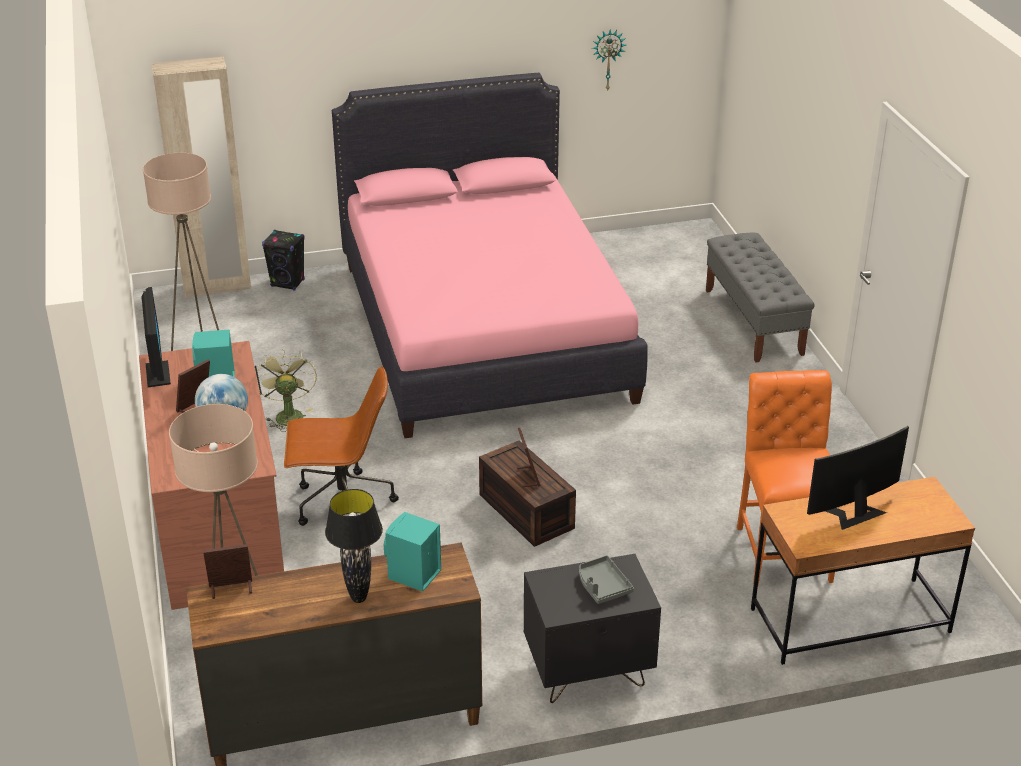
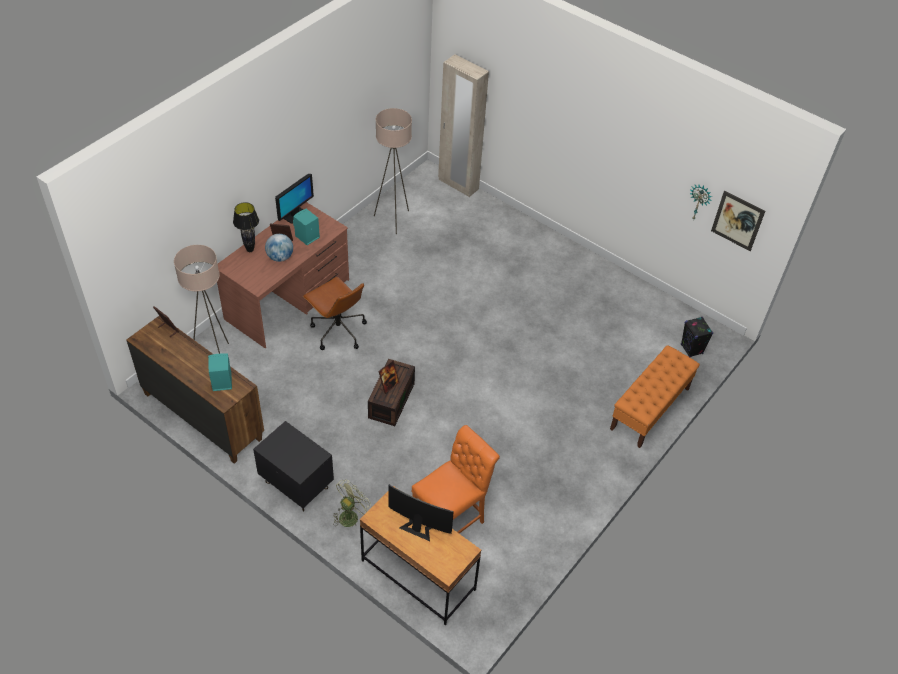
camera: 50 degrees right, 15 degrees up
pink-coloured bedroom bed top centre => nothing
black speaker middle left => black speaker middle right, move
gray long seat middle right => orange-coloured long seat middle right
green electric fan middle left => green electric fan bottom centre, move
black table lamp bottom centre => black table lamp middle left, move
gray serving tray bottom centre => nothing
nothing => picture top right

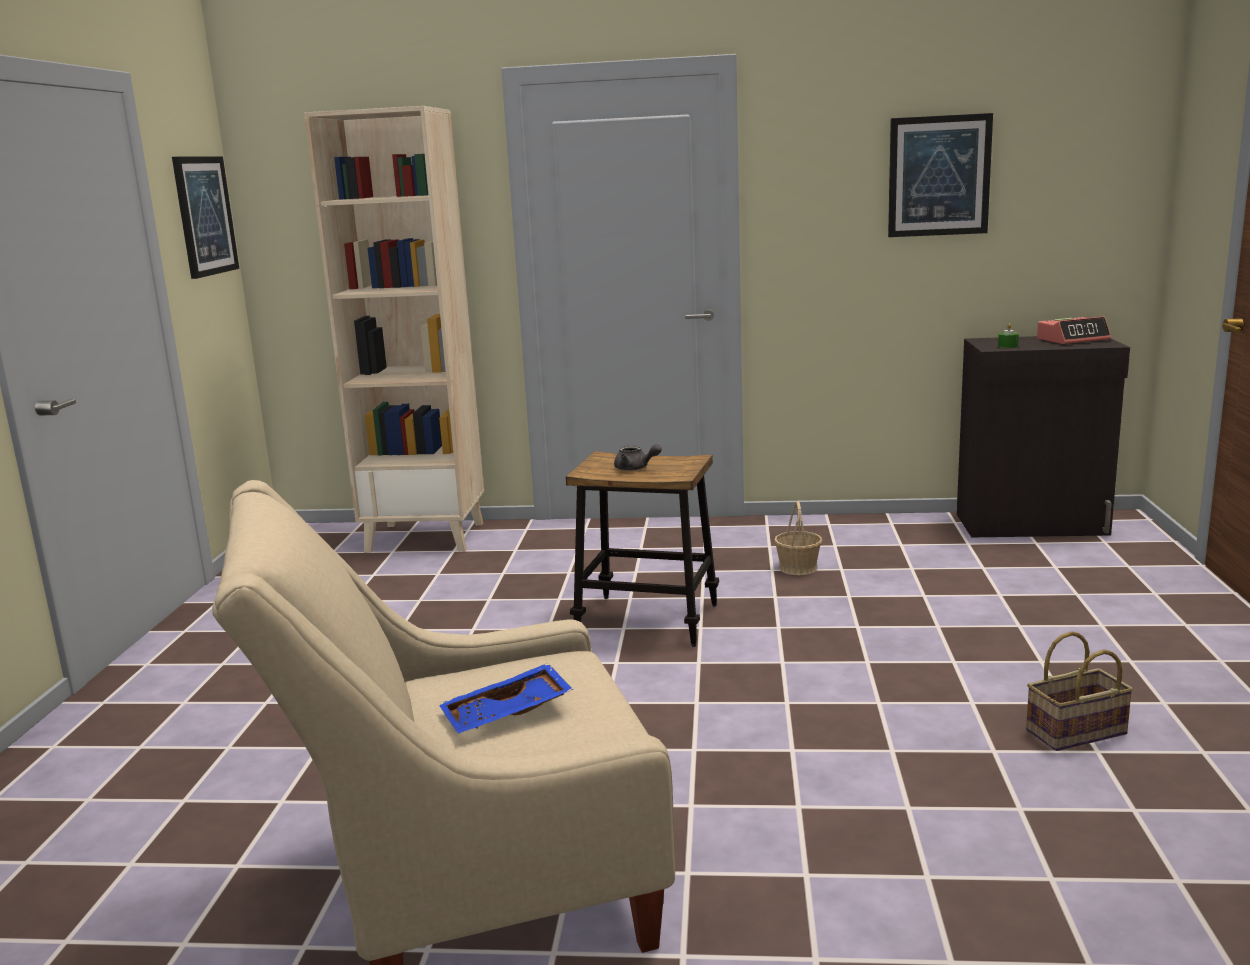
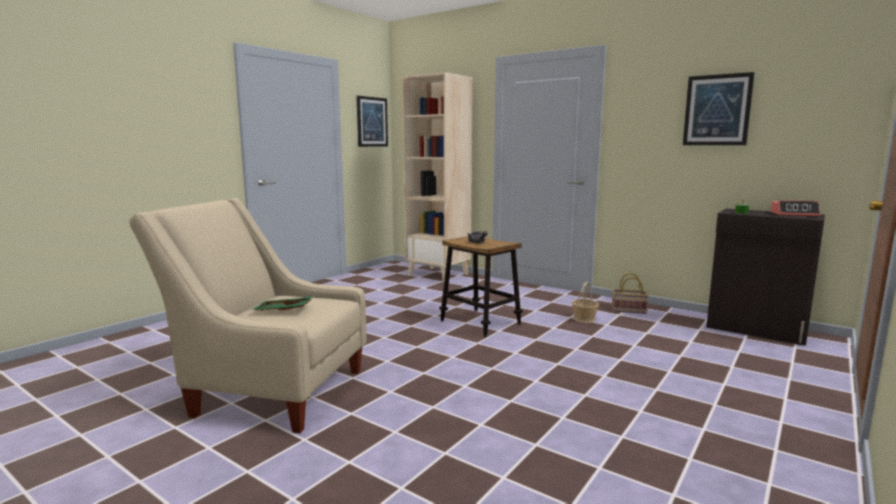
camera: 30 degrees right, 5 degrees down
household basket (2nd from left) bottom right => household basket (2nd from left) middle right, move
blue serving tray bottom centre => green serving tray middle left

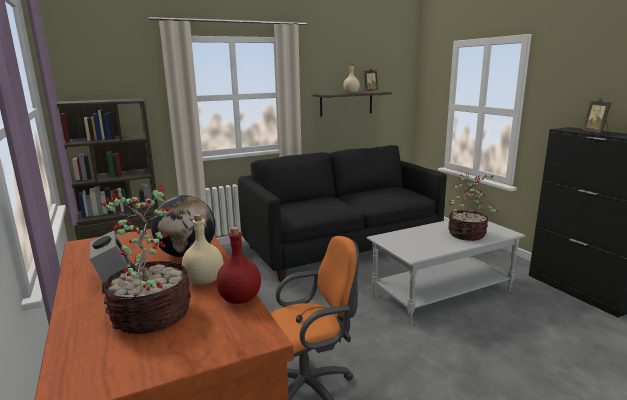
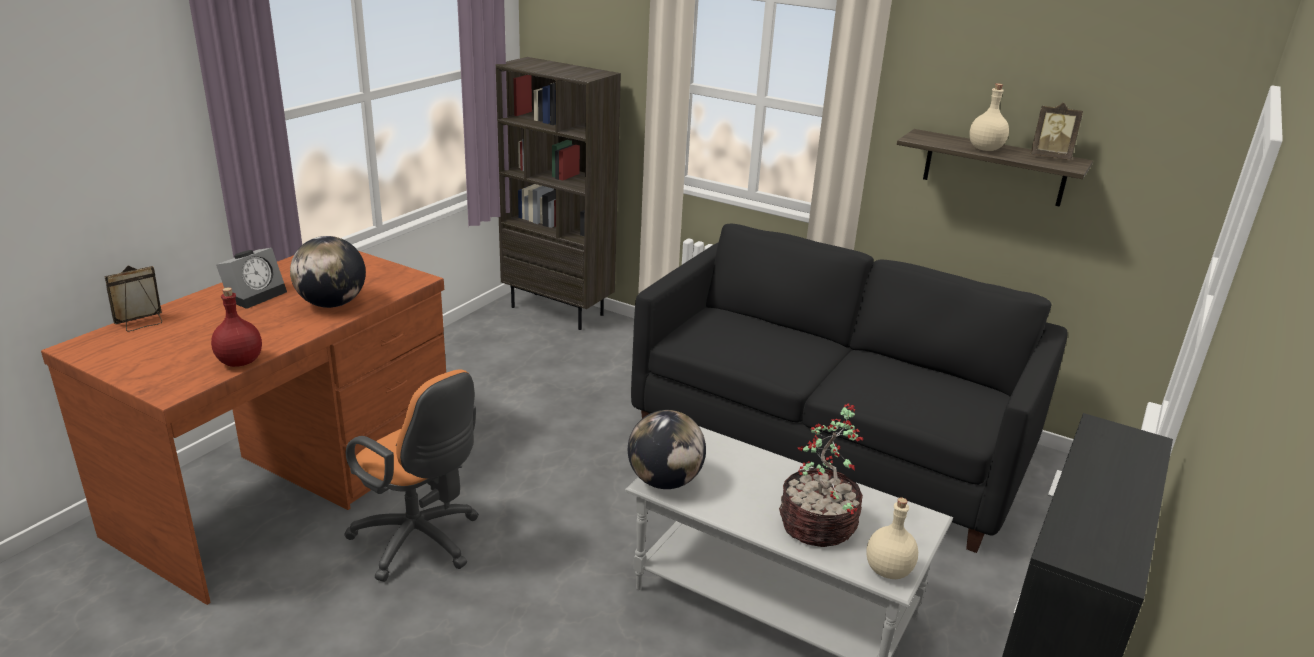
camera: 55 degrees right, 10 degrees up
picture frame (2nd from left in the first image) top right => picture frame (1st from left) middle left, move
houseplant (1st from left) middle left => nothing
beige-coloured bottle (1st from left) middle left => beige-coloured bottle (1st from left) bottom right, move
nothing => desk globe (2nd from left) bottom centre

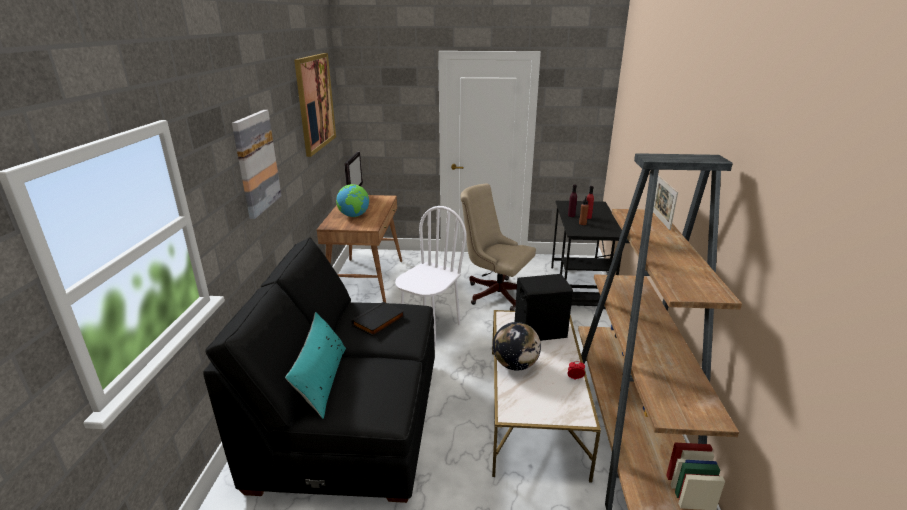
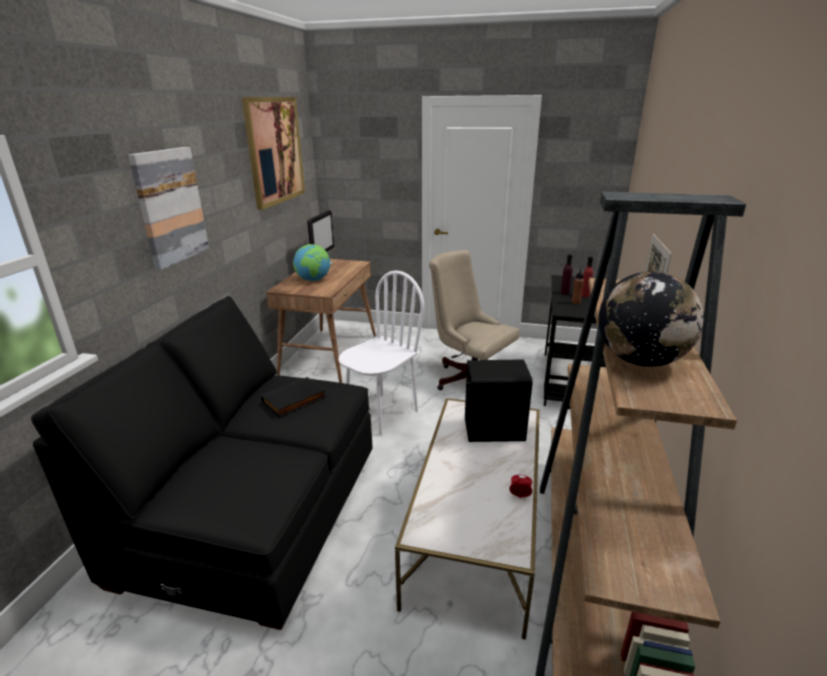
camera: 10 degrees right, 0 degrees up
turquoise pillow bottom centre => nothing
desk globe (2nd from left) bottom centre => desk globe (2nd from left) middle right, move

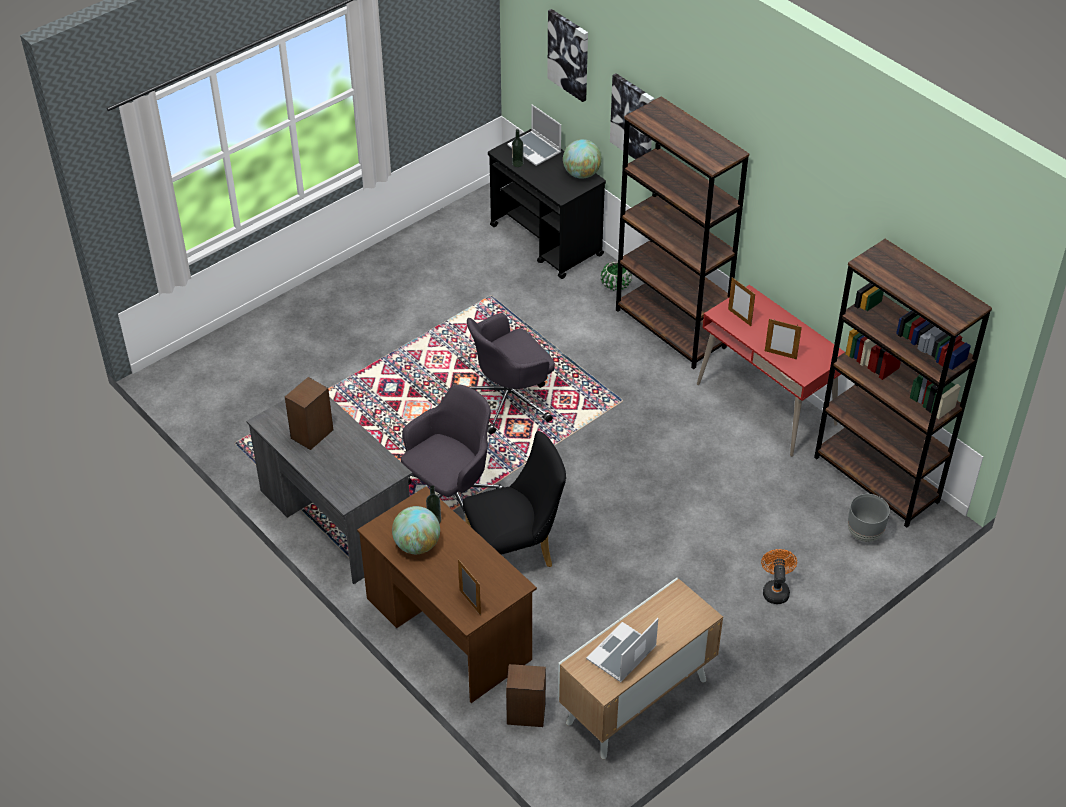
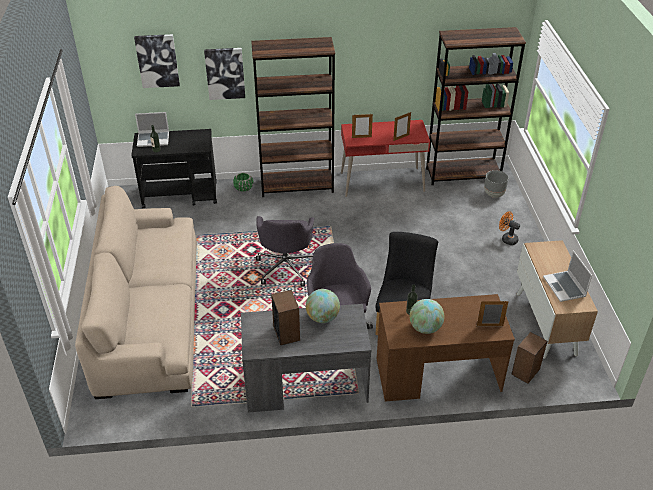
camera: 55 degrees left, 5 degrees down
desk globe (2nd from left in the first image) top centre => desk globe (1st from left) centre, move
nothing => beige-coloured settee middle left

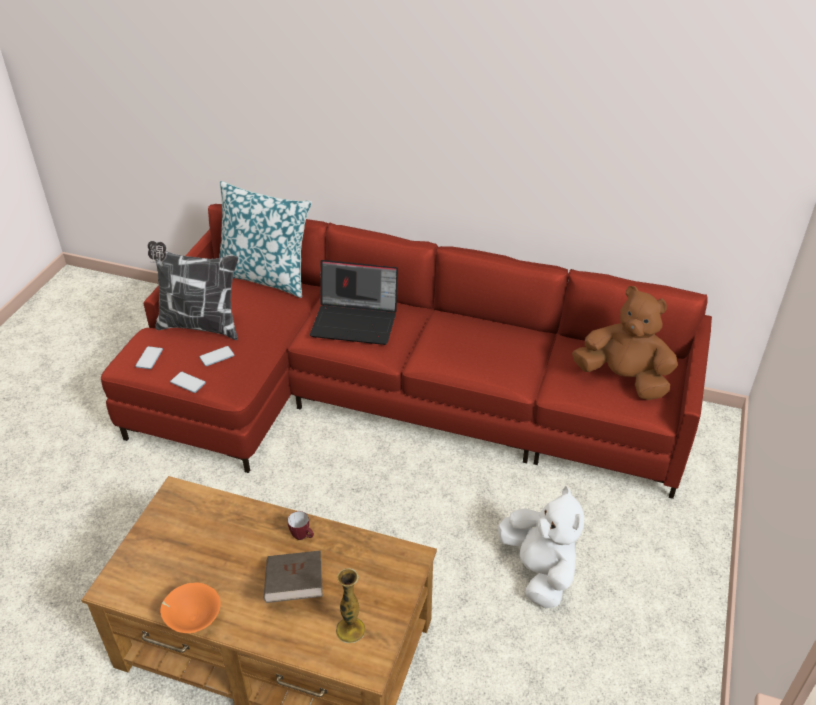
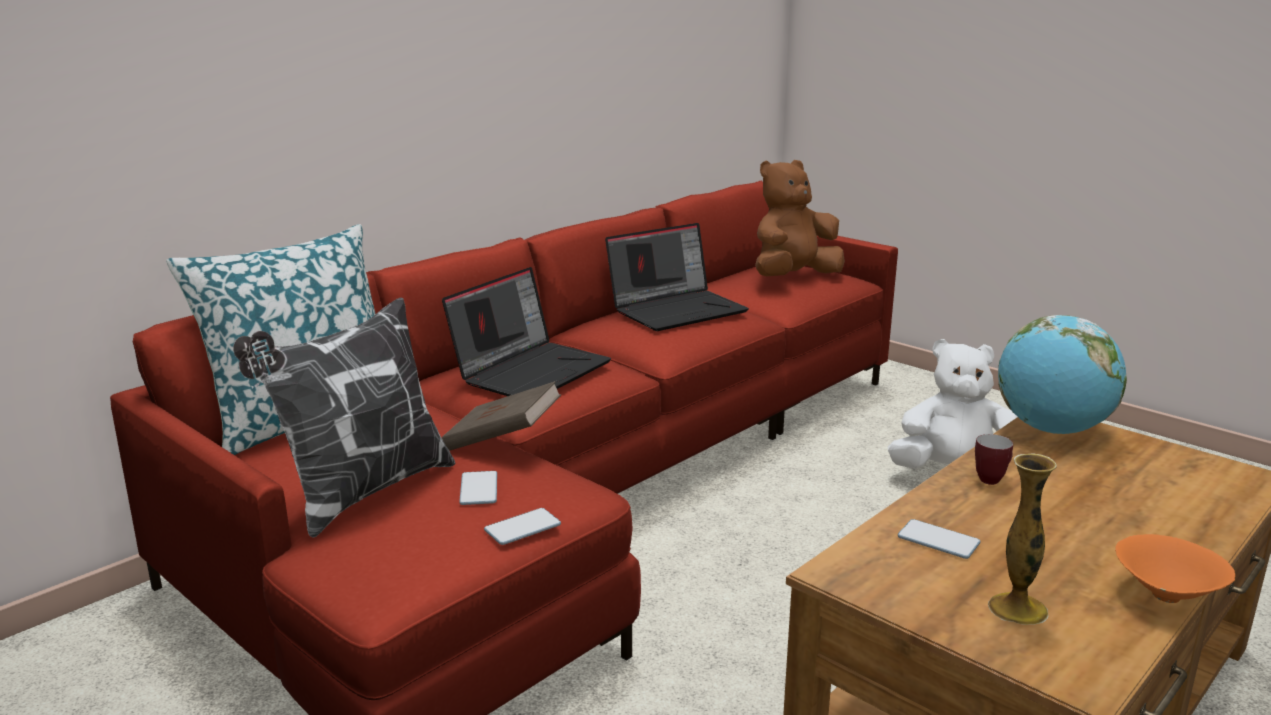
camera: 65 degrees left, 20 degrees down
phone (1st from left in the first image) middle left => phone (3rd from left) bottom right, move
brownish volume bottom centre => brownish volume centre, move
decorative vase bottom centre => decorative vase bottom right, move
nothing => laptop (2nd from left) centre
nothing => desk globe middle right

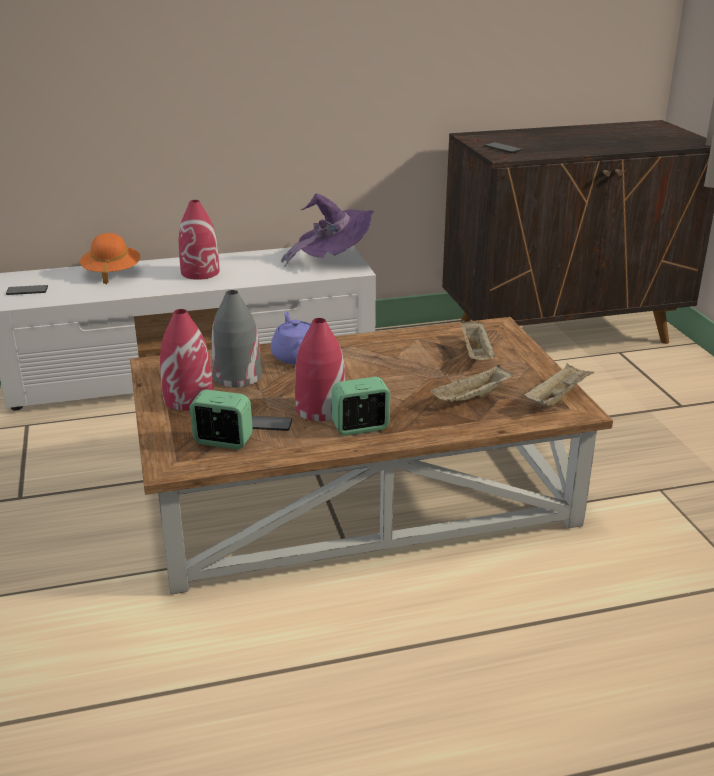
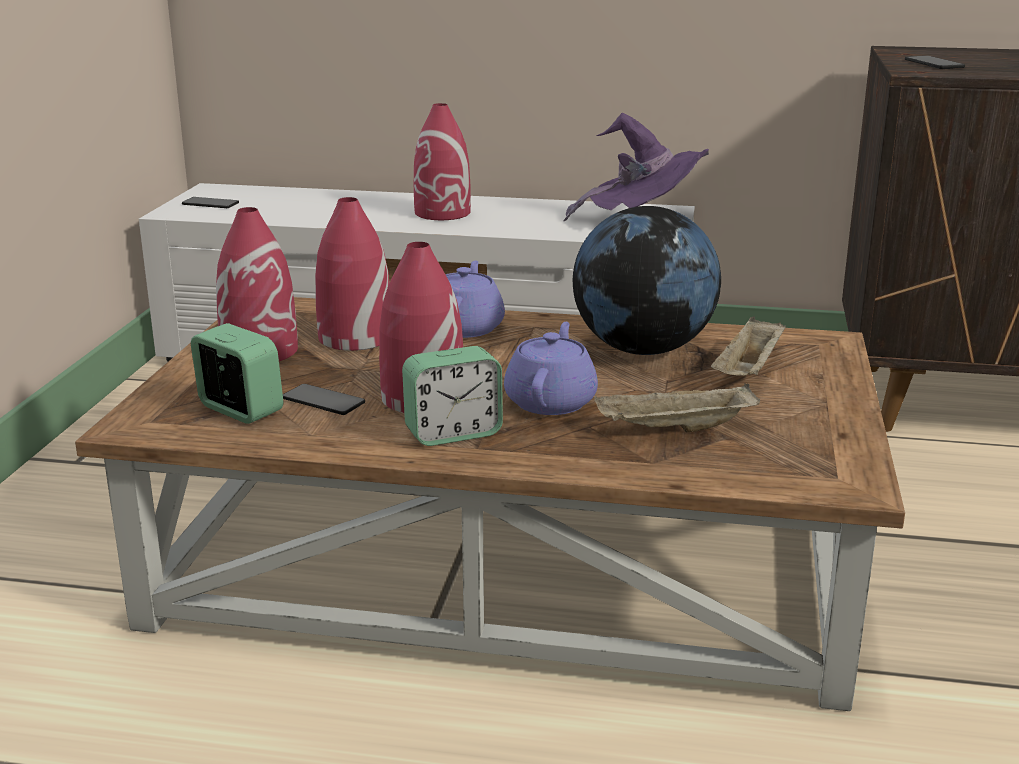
camera: 25 degrees right, 5 degrees down
orange-coloured hat top left => nothing
gray decorative vase middle left => red-coloured decorative vase (2nd from left) centre
beige-coloured serving tray (3rd from left) middle right => nothing
table clock (2nd from left) centre, 150 degrees clockwise
nothing => desk globe centre
nothing => purple pot for tea (2nd from left) centre

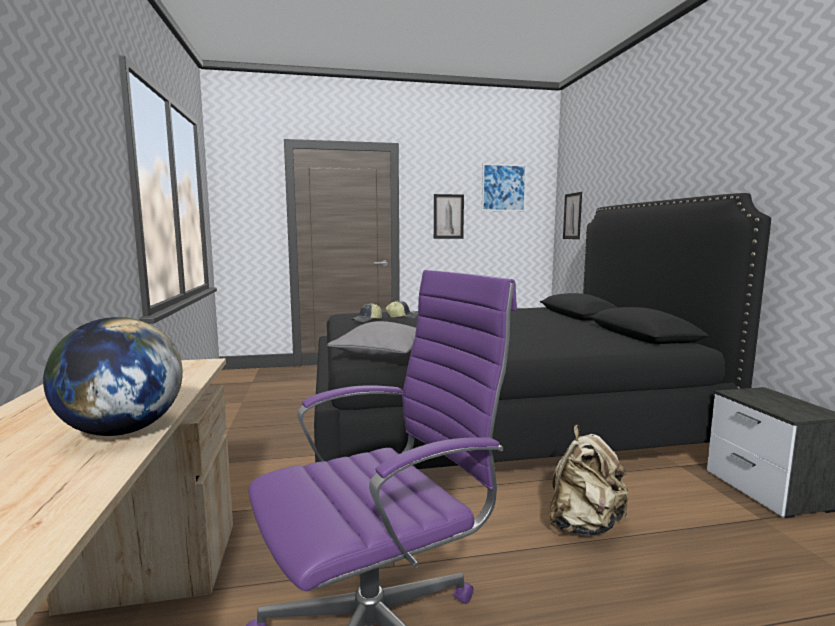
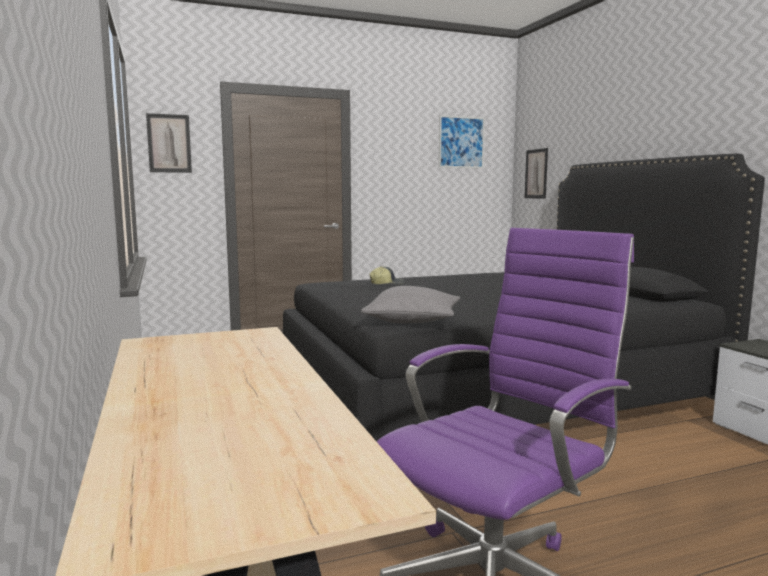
camera: 10 degrees left, 0 degrees up
picture (1st from left) centre => picture (1st from left) top left, move
baseball cap (1st from left) centre => nothing
desk globe middle left => nothing
beige-coloured rucksack bottom right => nothing

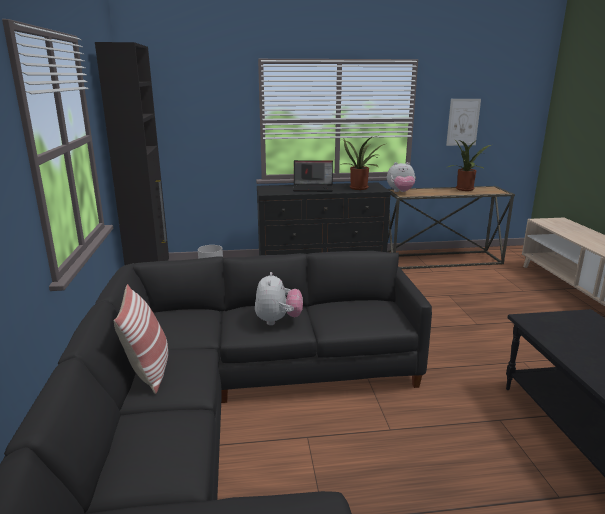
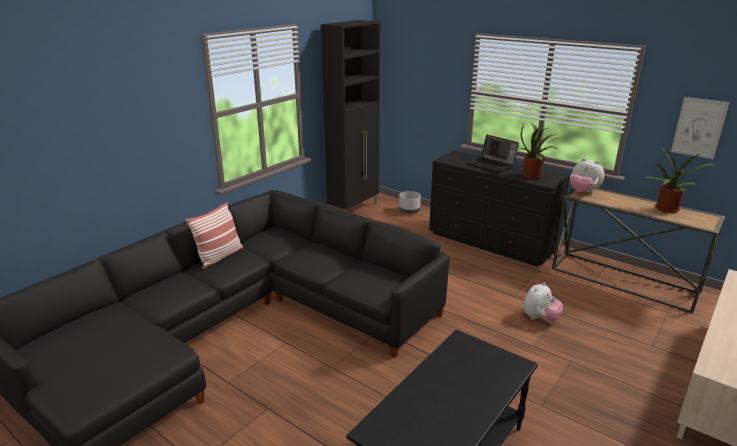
camera: 45 degrees right, 5 degrees up
plush toy (1st from left) centre => plush toy (1st from left) bottom right, move

